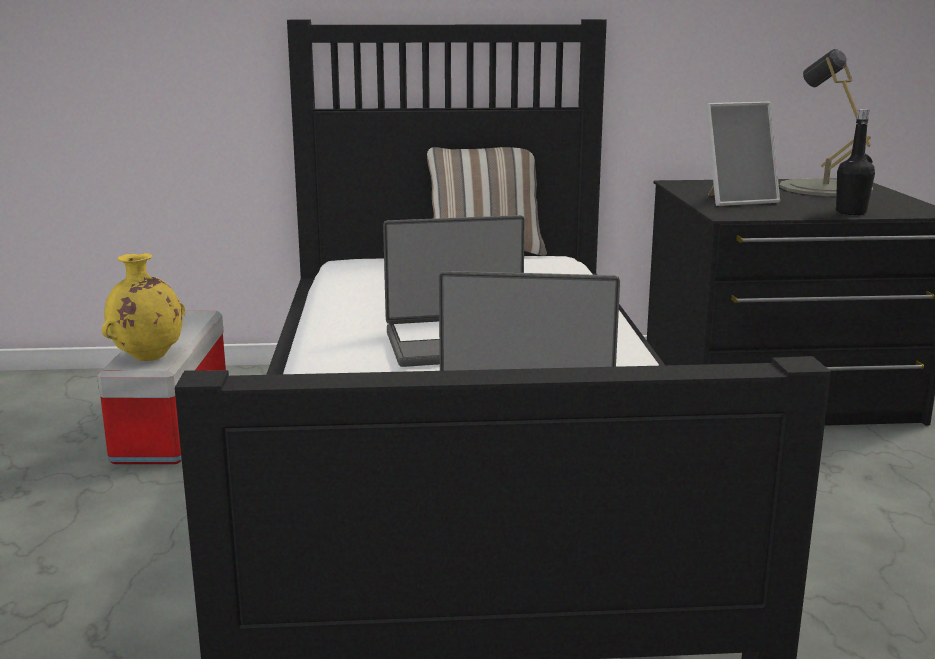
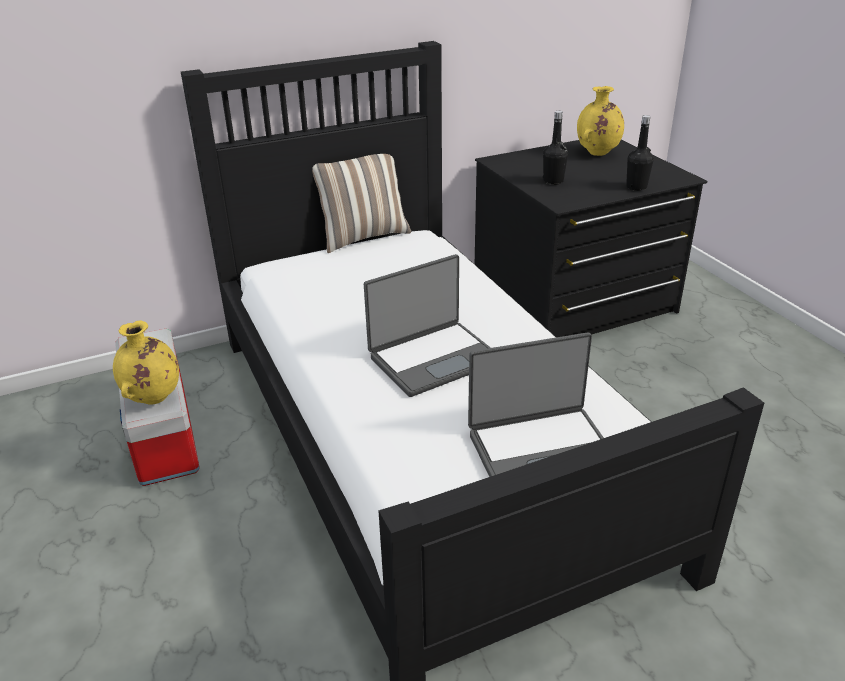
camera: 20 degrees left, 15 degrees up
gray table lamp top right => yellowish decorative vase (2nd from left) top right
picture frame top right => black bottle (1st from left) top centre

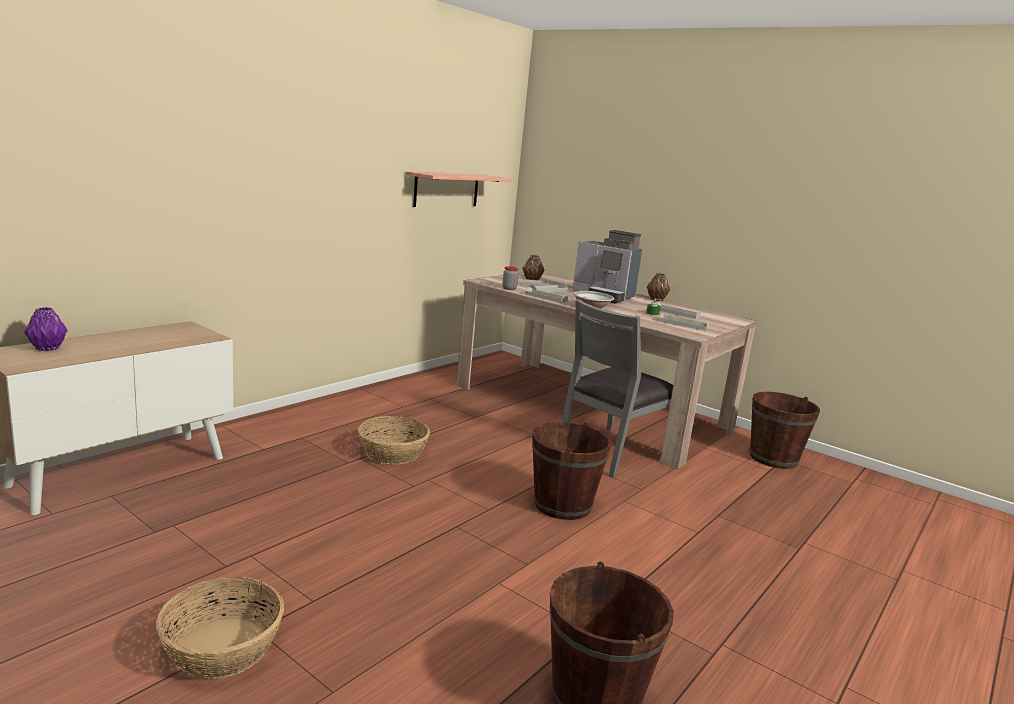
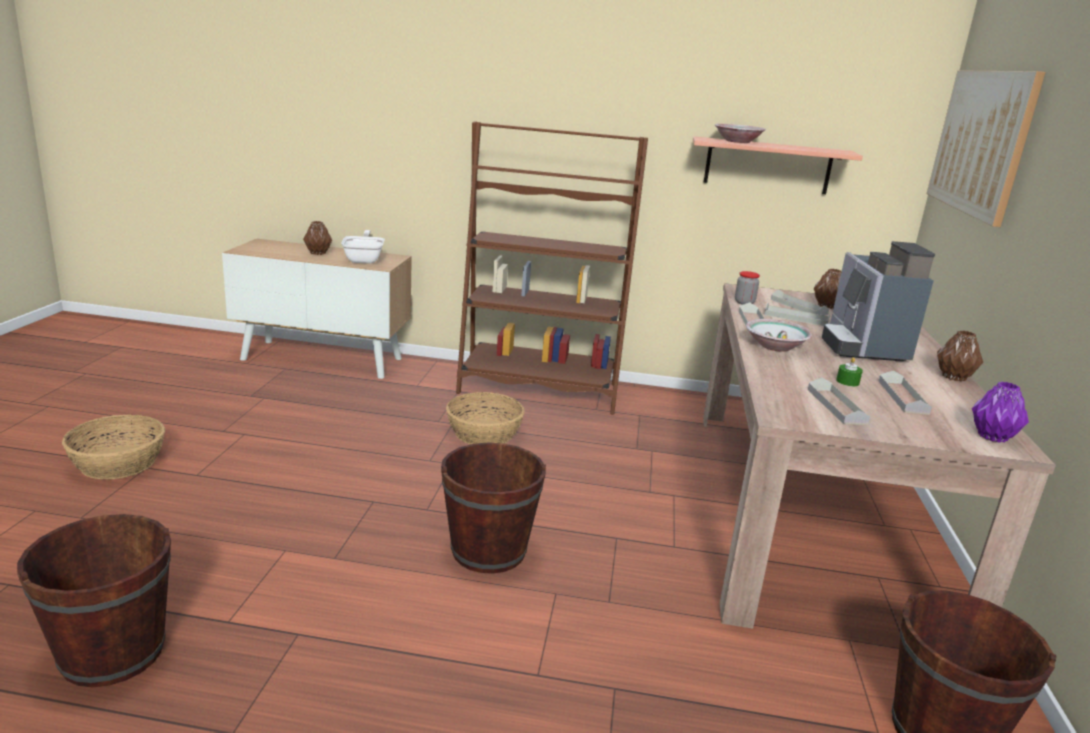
camera: 60 degrees right, 5 degrees up
gray chair centre => nothing
purple decorative vase middle left => purple decorative vase middle right, move
nothing => picture top right
nothing => brownish shelving unit centre
nothing => bowl (1st from left) top right
nothing => brownish decorative vase (1st from left) top left
nothing => frying pan middle left

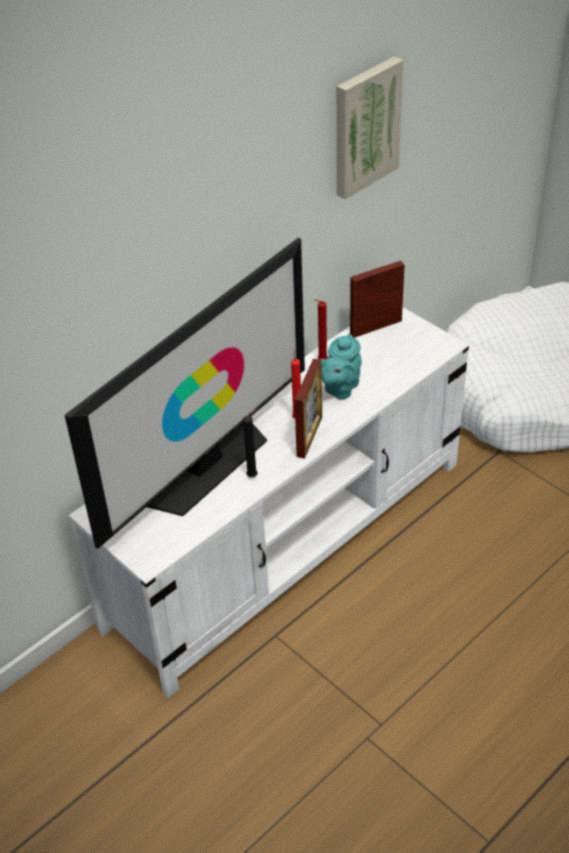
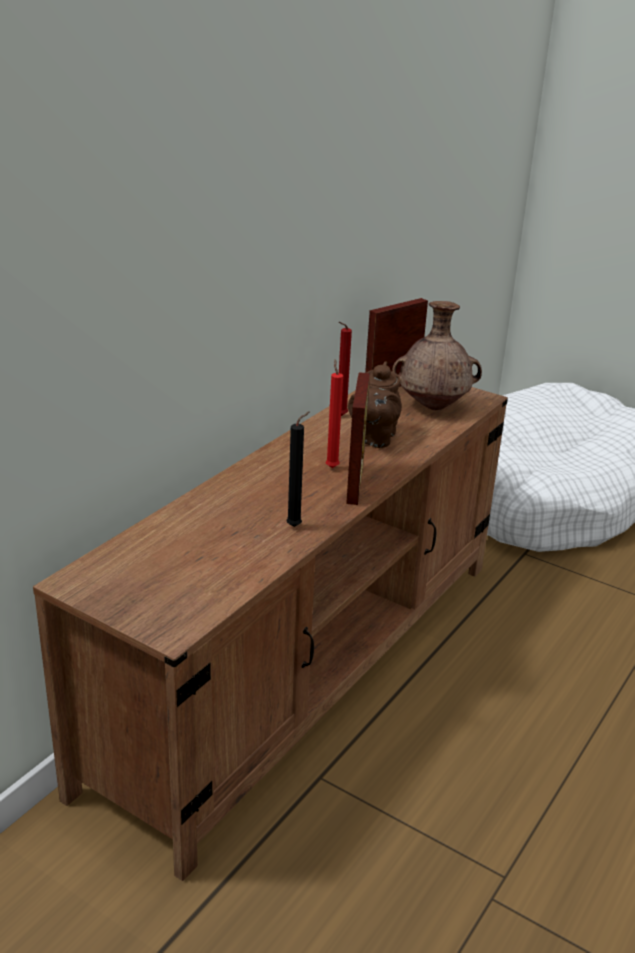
camera: 15 degrees left, 15 degrees down
picture top centre => nothing
TV set middle left => nothing
white-coloured tv stand centre => brownish tv stand centre
turquoise pot for tea centre => brownish pot for tea centre
nothing => brownish decorative vase middle right

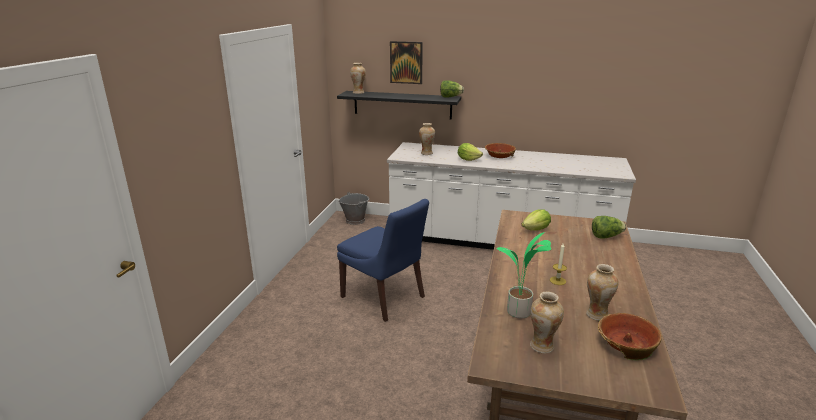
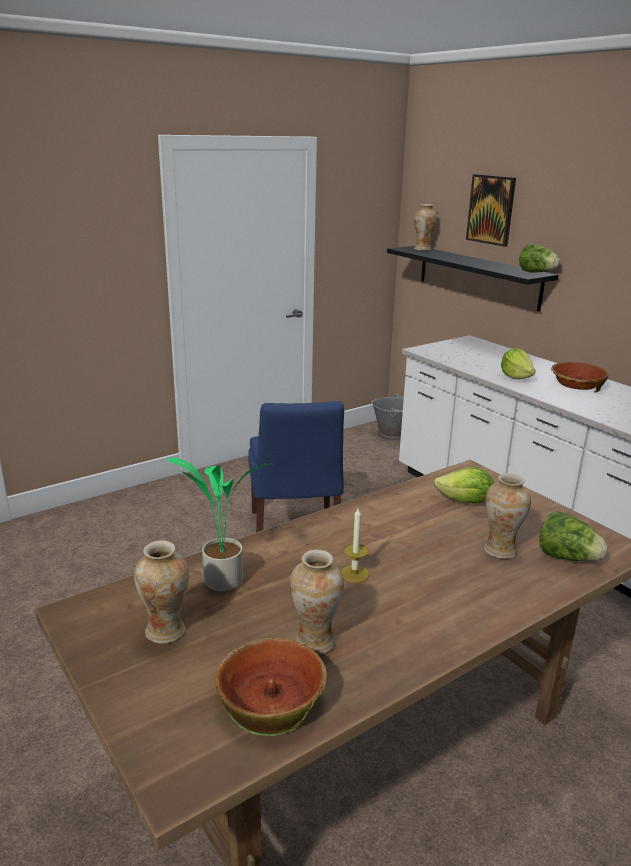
camera: 40 degrees right, 0 degrees up
decorative vase (2nd from left in the first image) top centre => decorative vase (4th from left) middle right, move

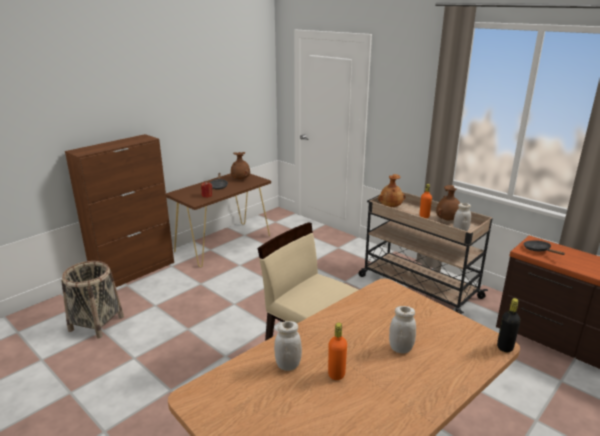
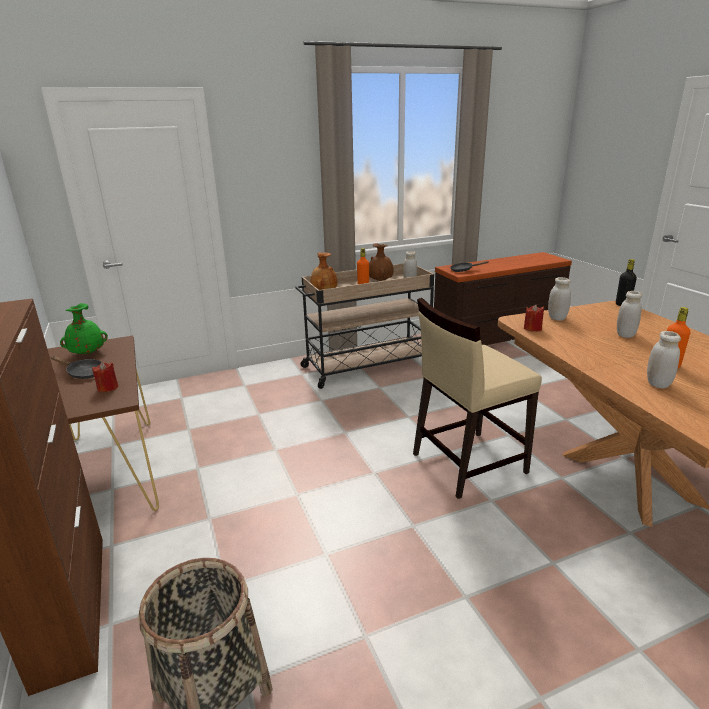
camera: 65 degrees left, 0 degrees up
brownish decorative vase (1st from left) centre => green decorative vase middle left
nothing => white-coloured preserve jar (2nd from left) middle right
nothing => red-coloured candle (2nd from left) middle right

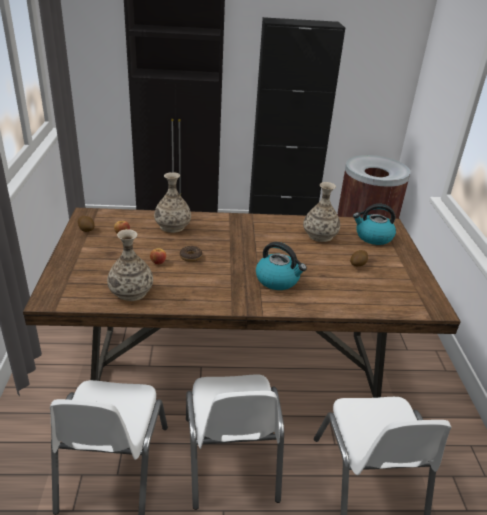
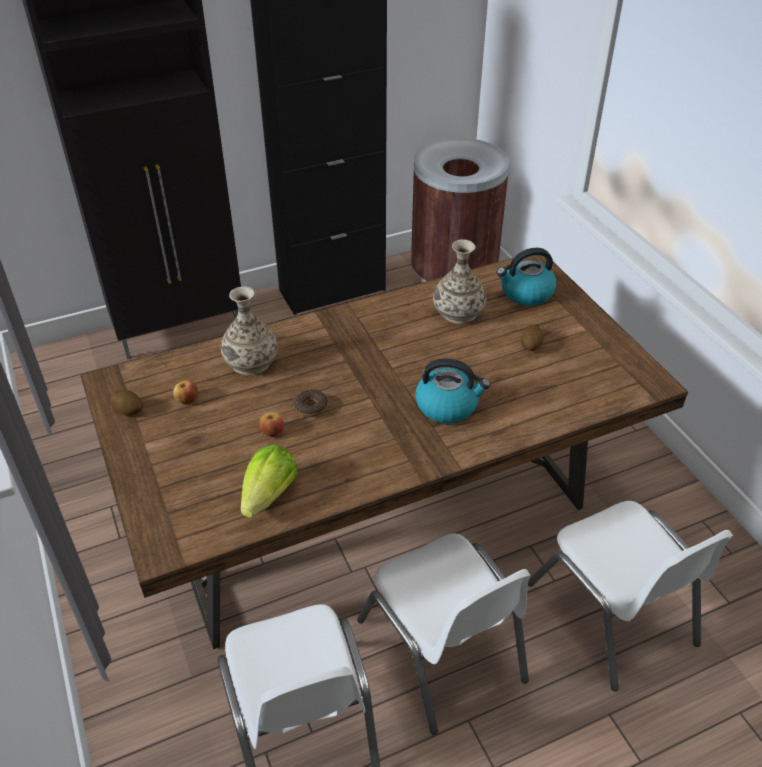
camera: 20 degrees left, 10 degrees up
decorative vase (1st from left) middle left => head of lettuce centre

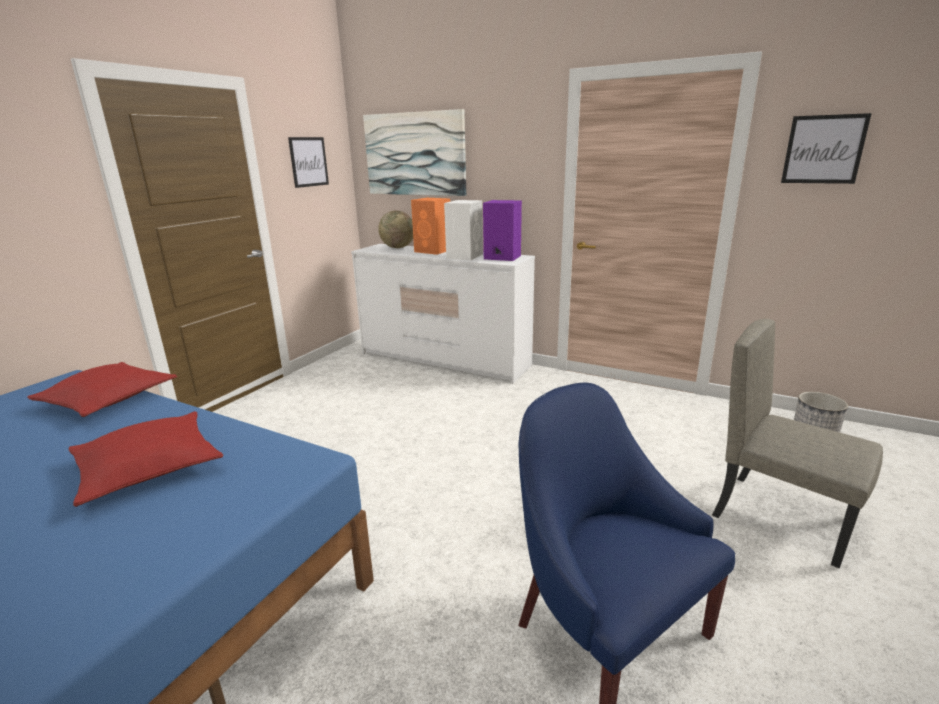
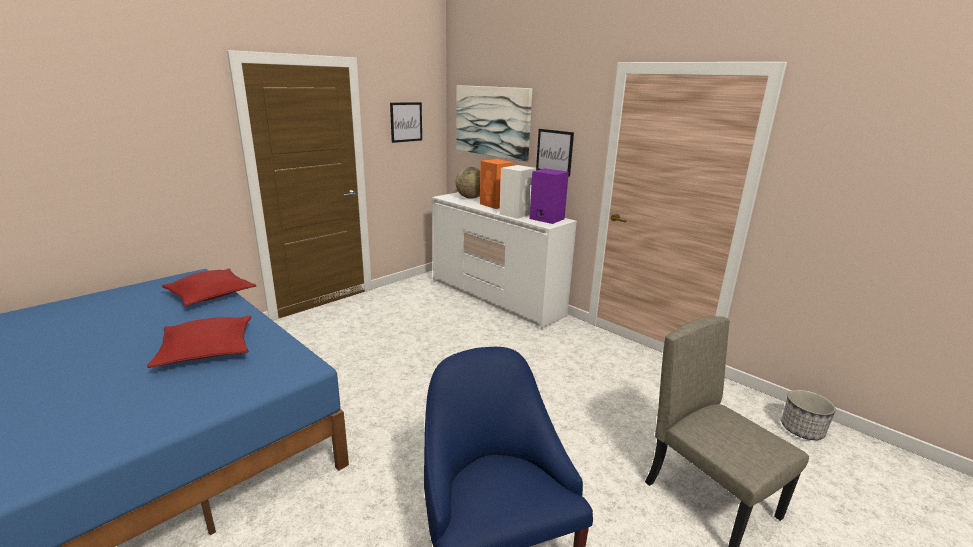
camera: 15 degrees right, 0 degrees up
picture (3rd from left) top right => picture (3rd from left) top centre, move

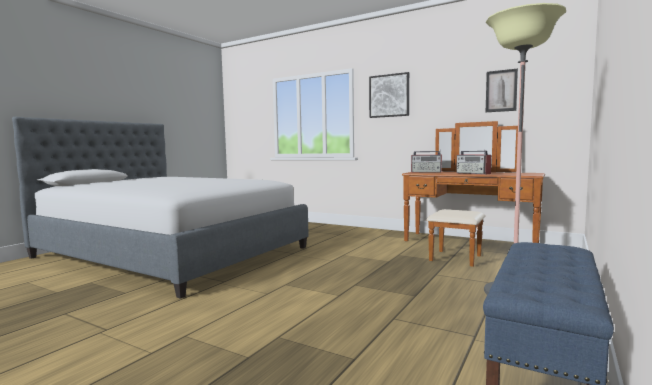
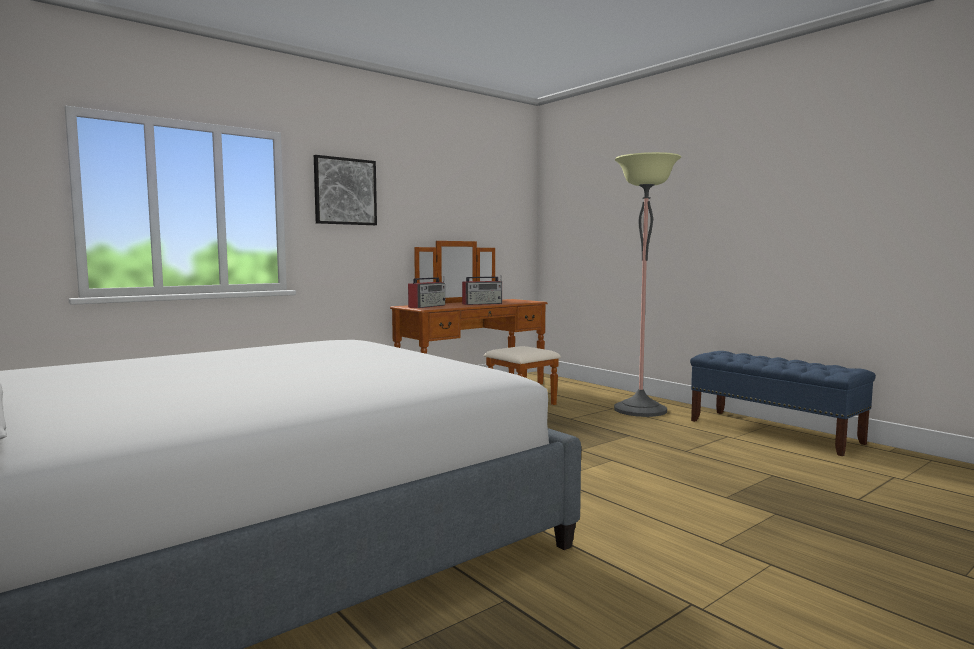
camera: 70 degrees left, 0 degrees up
picture (2nd from left) top right => nothing

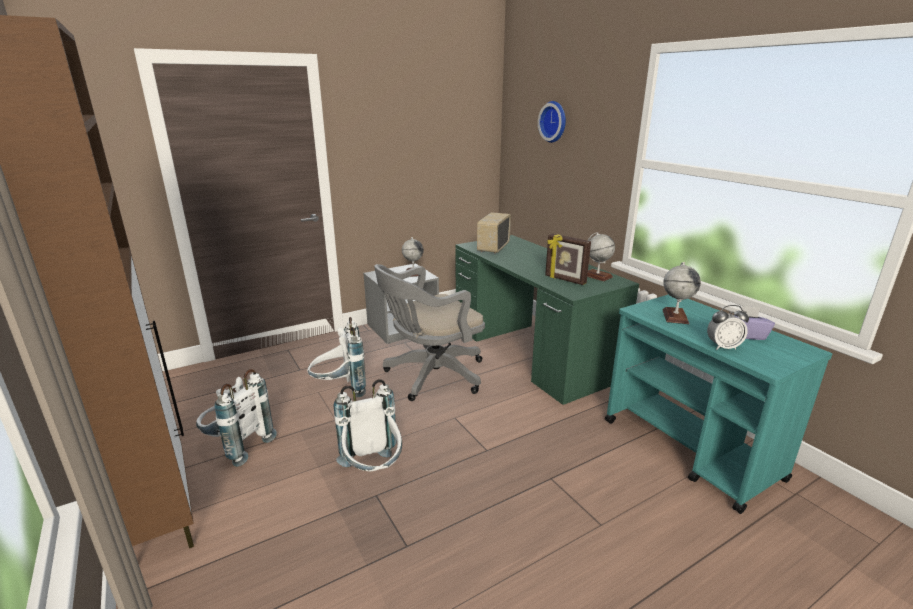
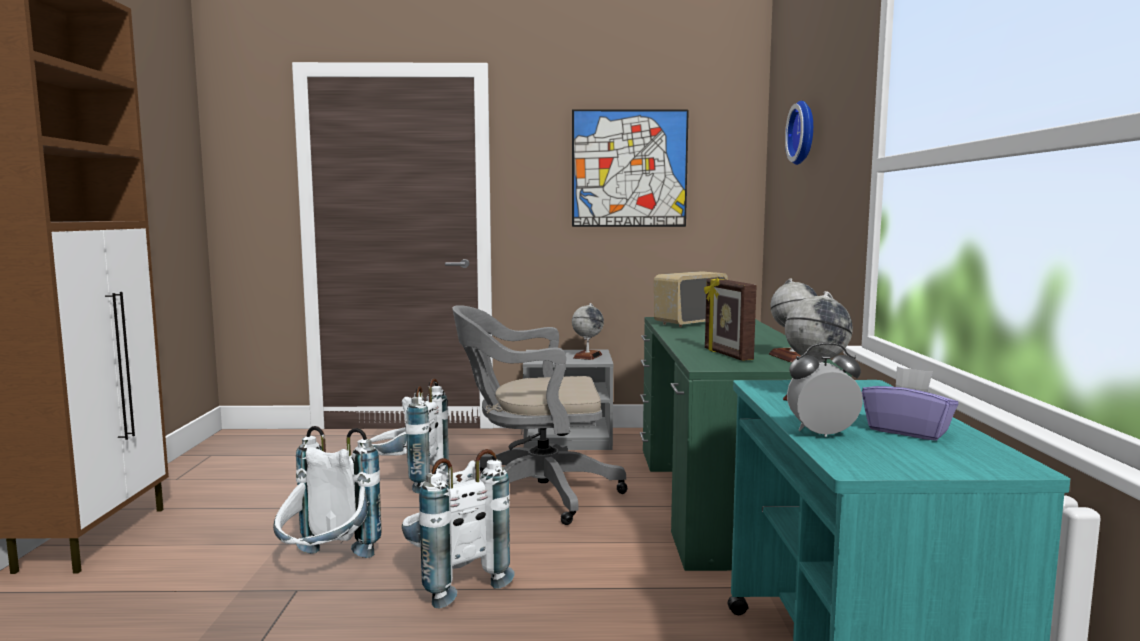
camera: 30 degrees right, 15 degrees down
table clock middle right, 150 degrees clockwise
white-coloured rucksack (1st from left in the first image) bottom left => white-coloured rucksack (3rd from left) bottom centre, move
nothing => picture top centre

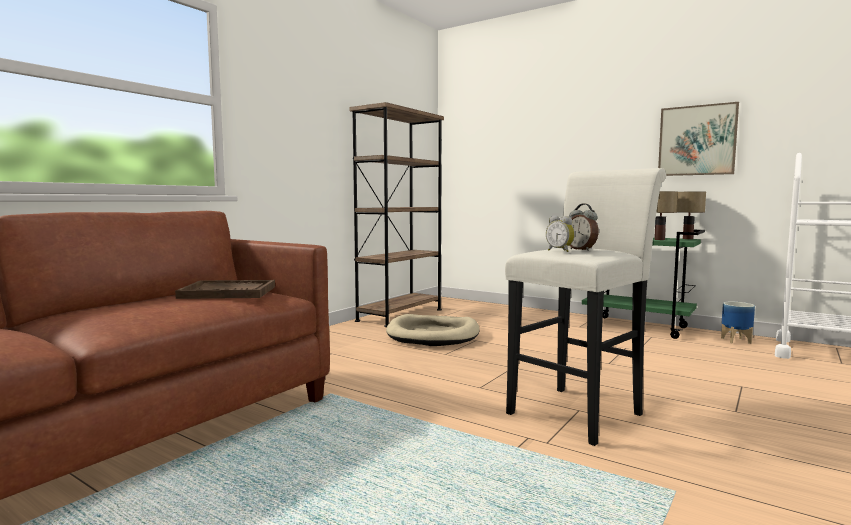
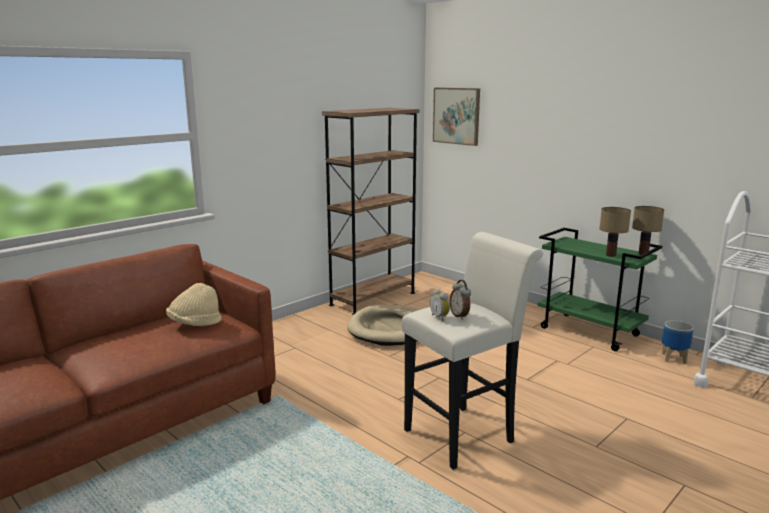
camera: 10 degrees right, 10 degrees up
picture top right => picture top centre, move
brownish serving tray middle left => beige-coloured hat middle left

